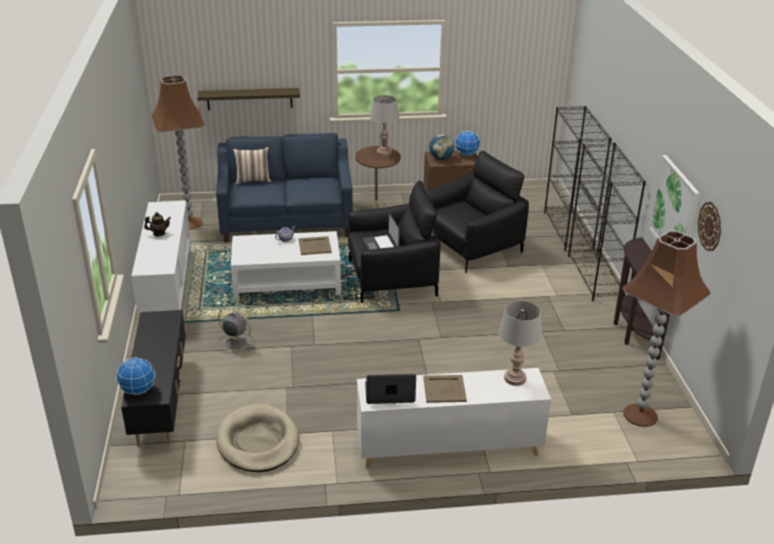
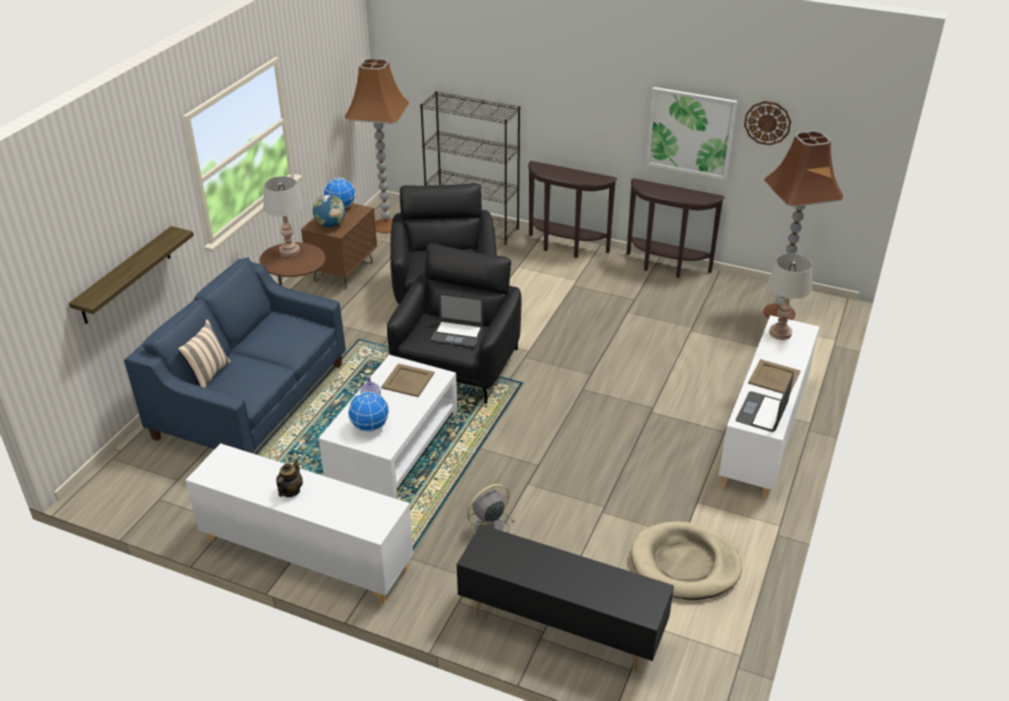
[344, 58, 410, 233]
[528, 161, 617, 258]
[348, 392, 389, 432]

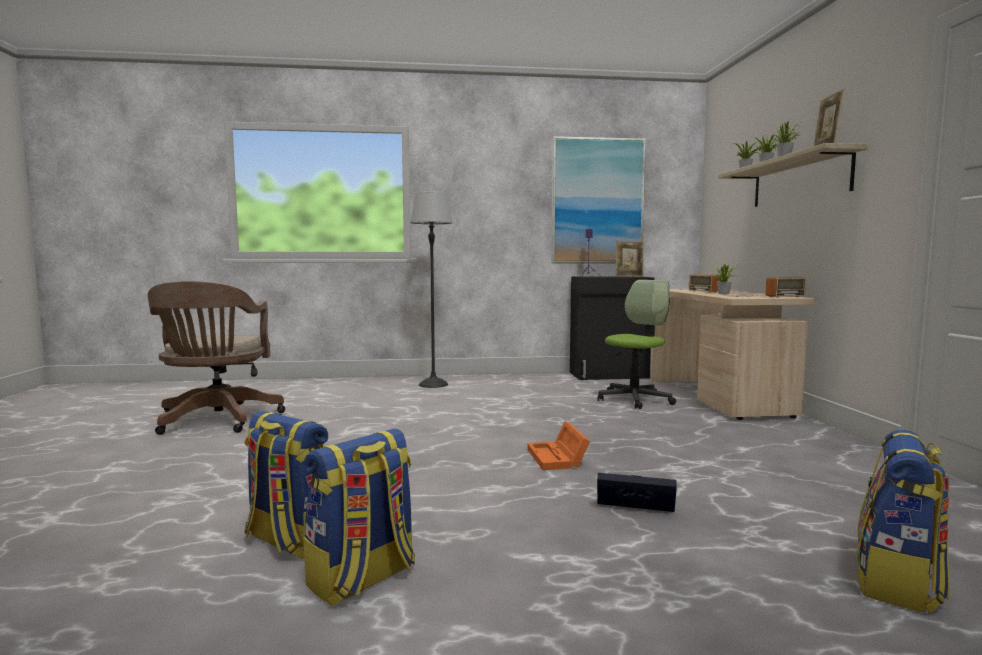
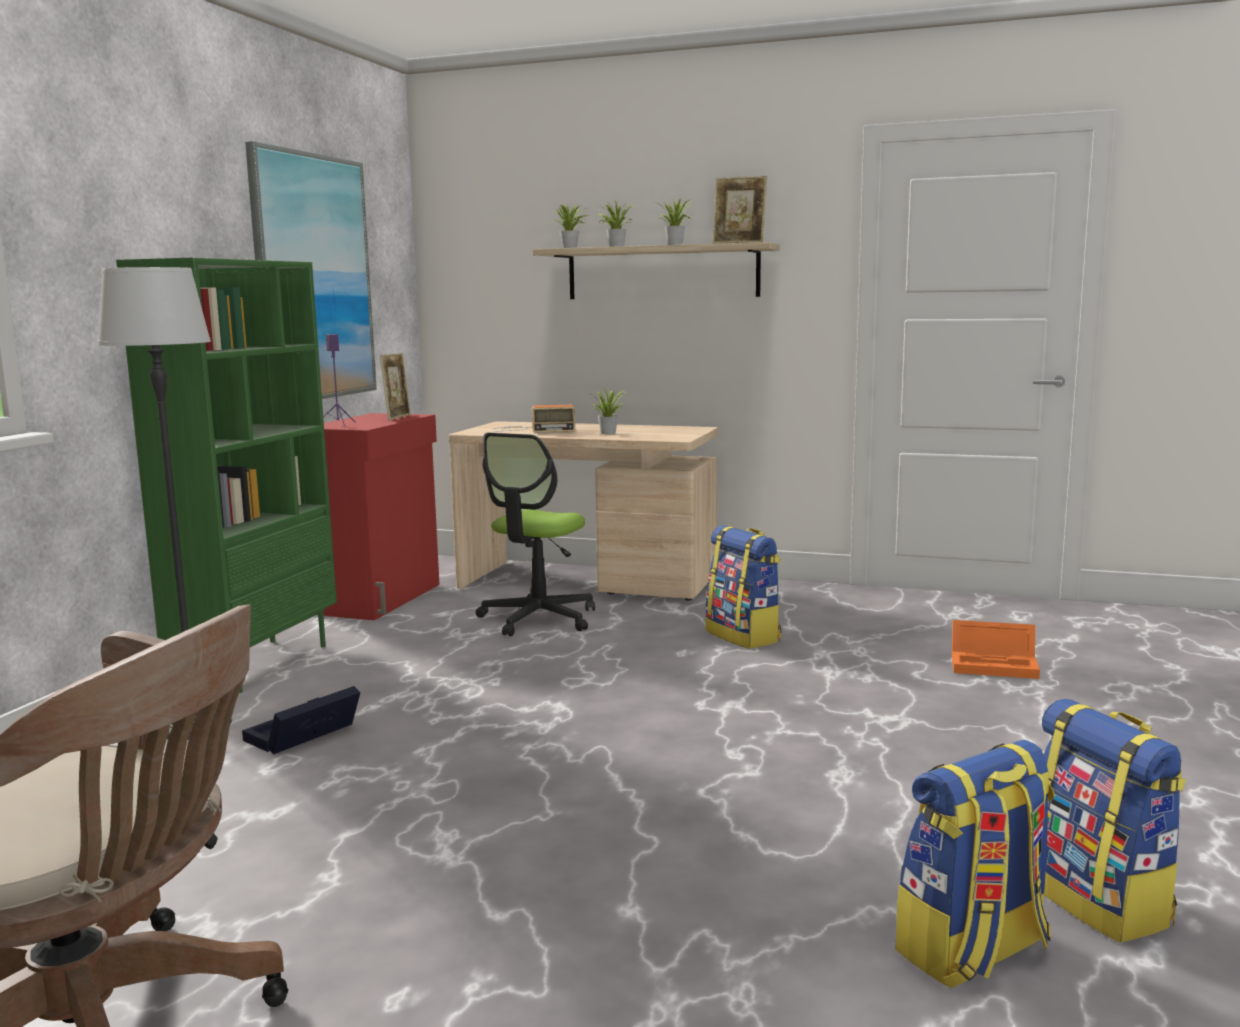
[317, 413, 440, 620]
[728, 277, 806, 298] (first image)
[476, 433, 595, 636]
[952, 620, 1040, 679]
[706, 525, 781, 649]
[242, 686, 361, 754]
[116, 258, 337, 693]

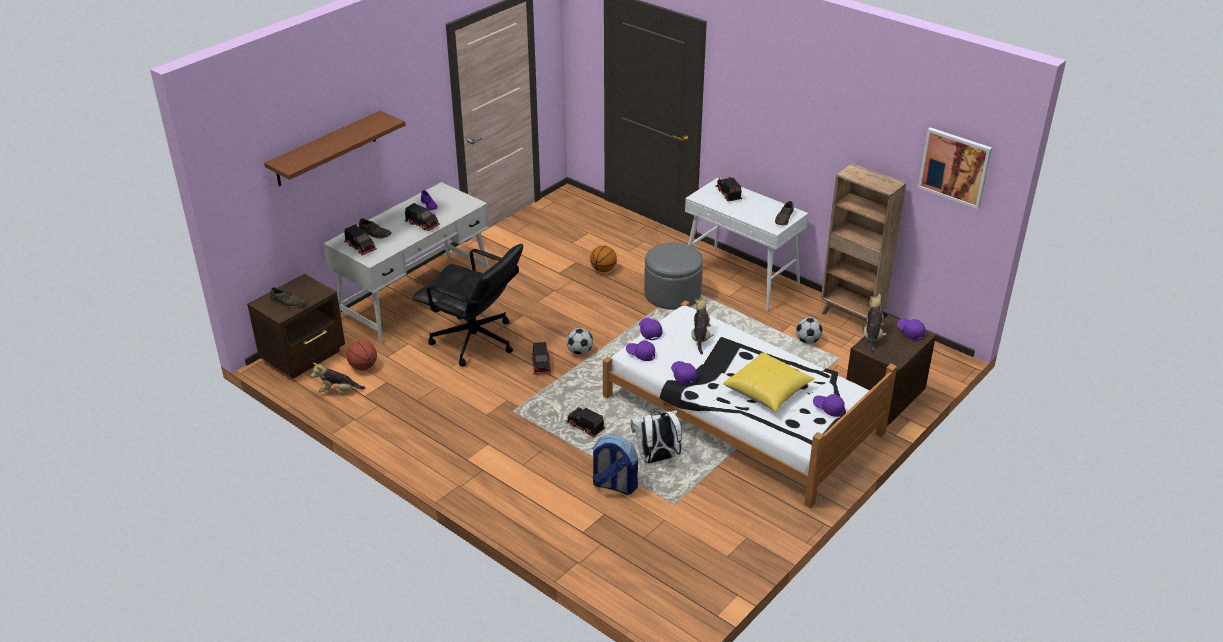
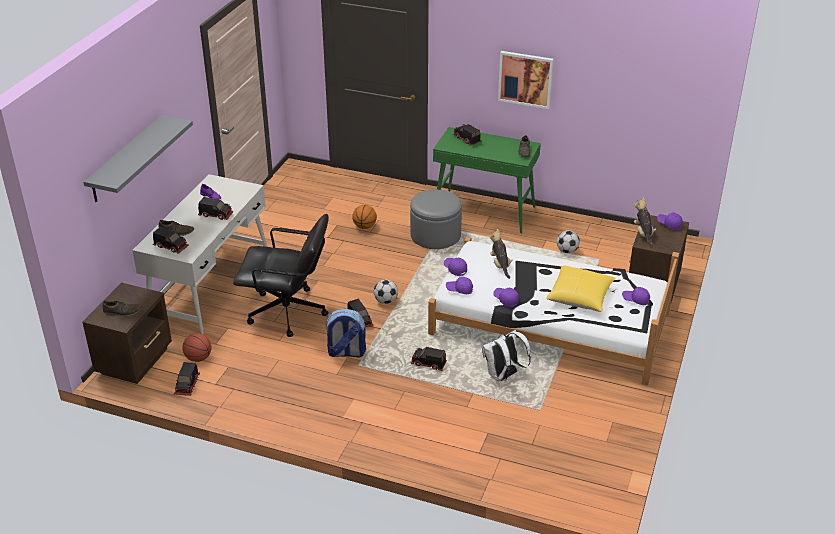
[83, 115, 193, 202]
[498, 51, 554, 109]
[821, 163, 906, 332] (first image)
[433, 127, 541, 233]
[174, 362, 200, 396]
[325, 309, 366, 358]

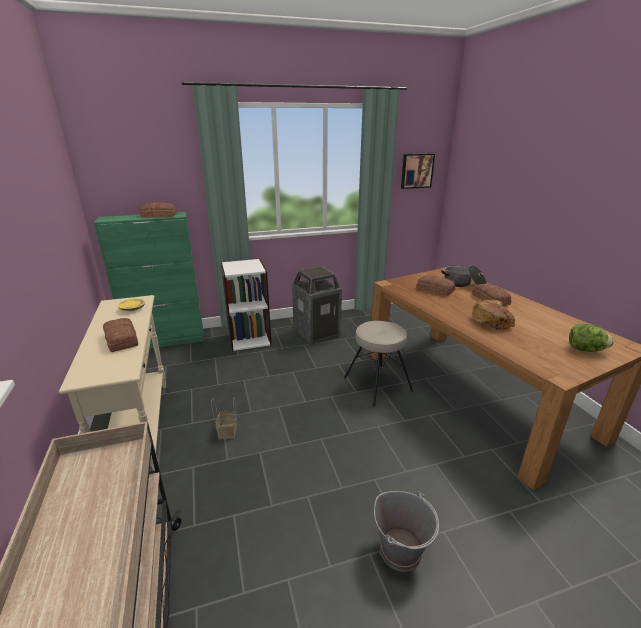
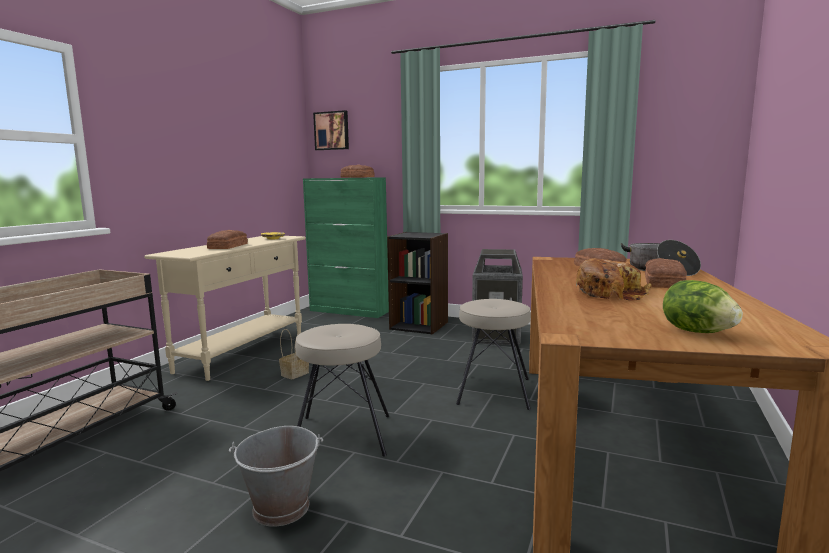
[313, 110, 349, 150]
[387, 232, 448, 334]
[295, 324, 389, 456]

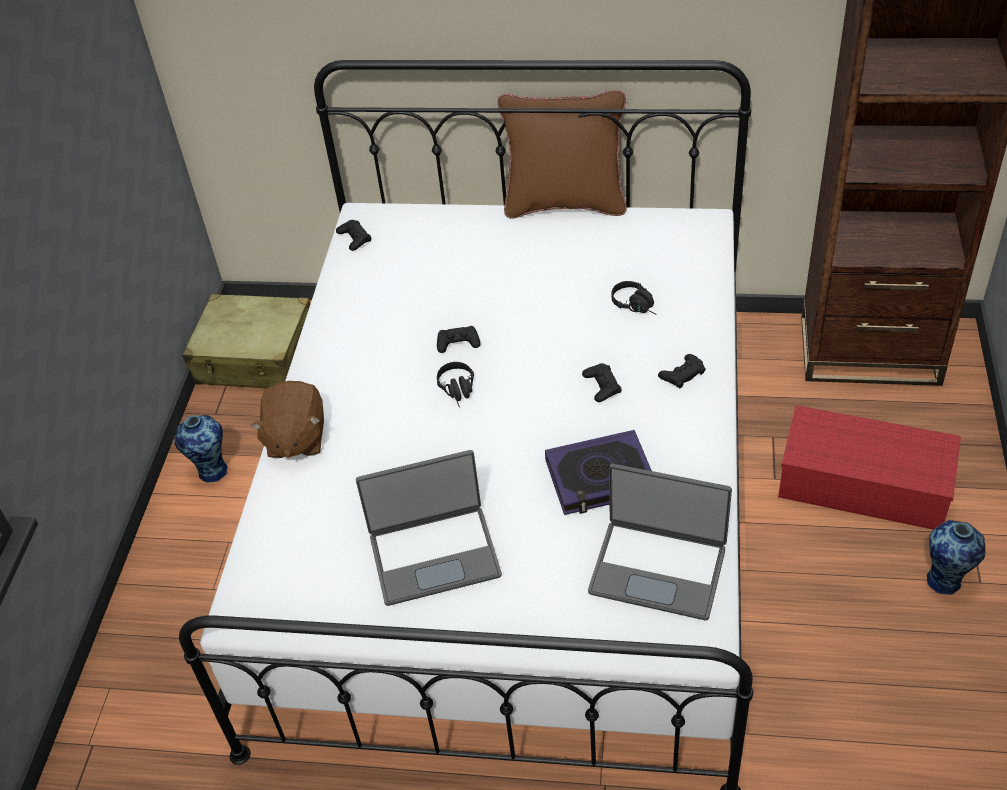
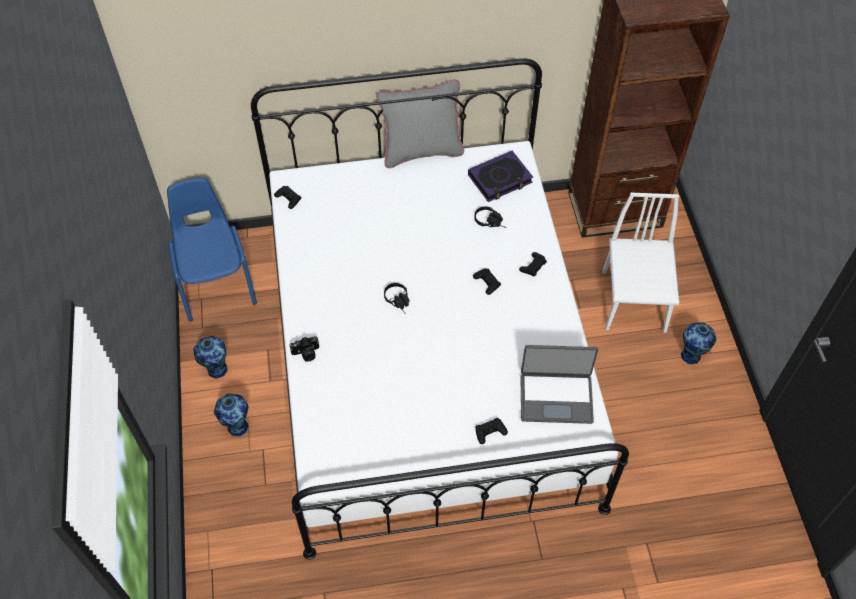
[376, 79, 464, 168]
[167, 178, 257, 321]
[475, 418, 508, 444]
[289, 336, 319, 362]
[603, 193, 680, 333]
[468, 151, 533, 202]
[356, 450, 502, 606] (first image)
[214, 394, 248, 436]

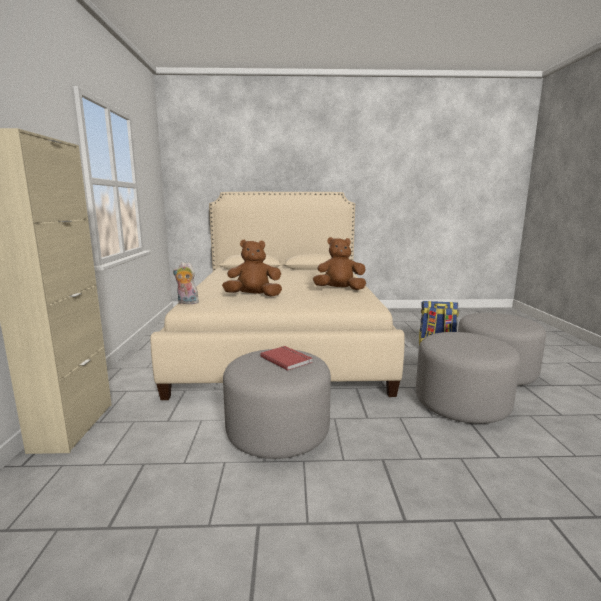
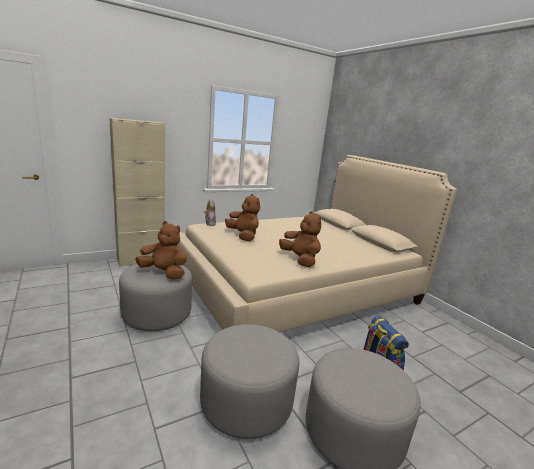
[135, 221, 187, 280]

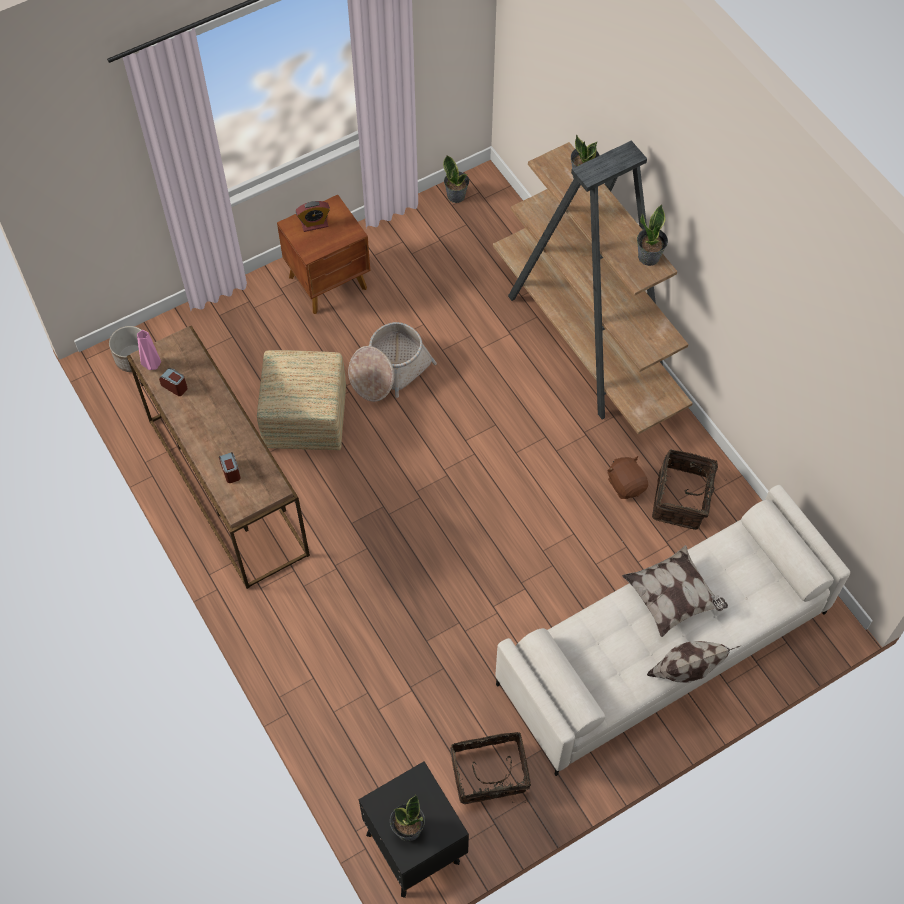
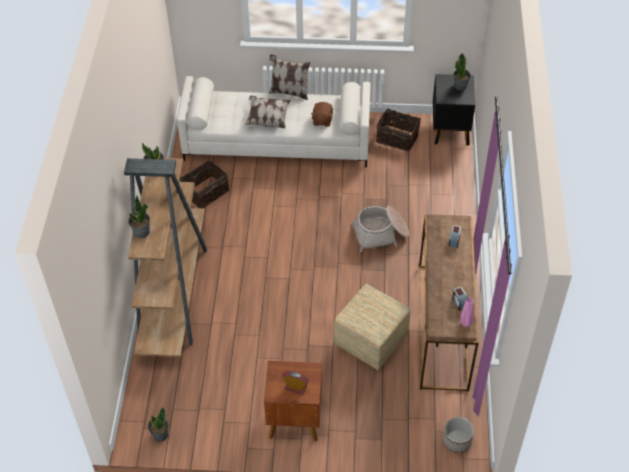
[352, 206, 409, 252]
[311, 102, 333, 127]

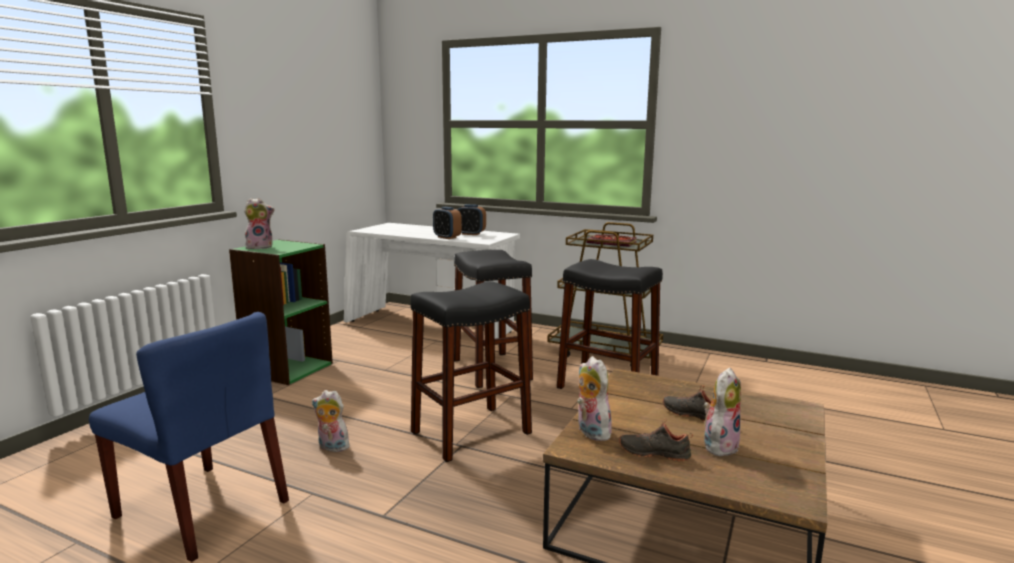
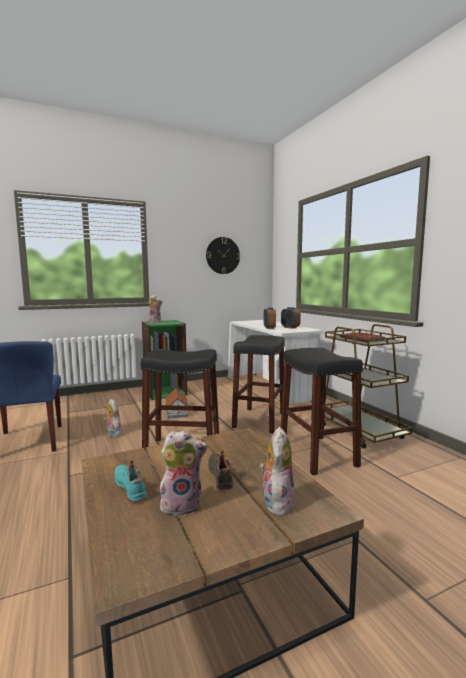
[259, 427, 295, 516]
[115, 459, 147, 502]
[206, 237, 240, 274]
[165, 388, 189, 419]

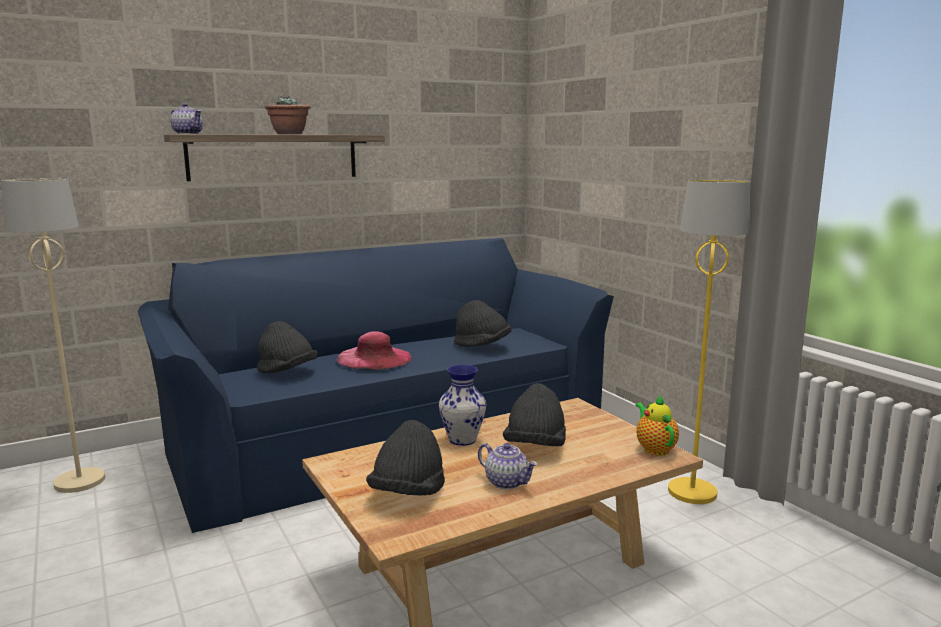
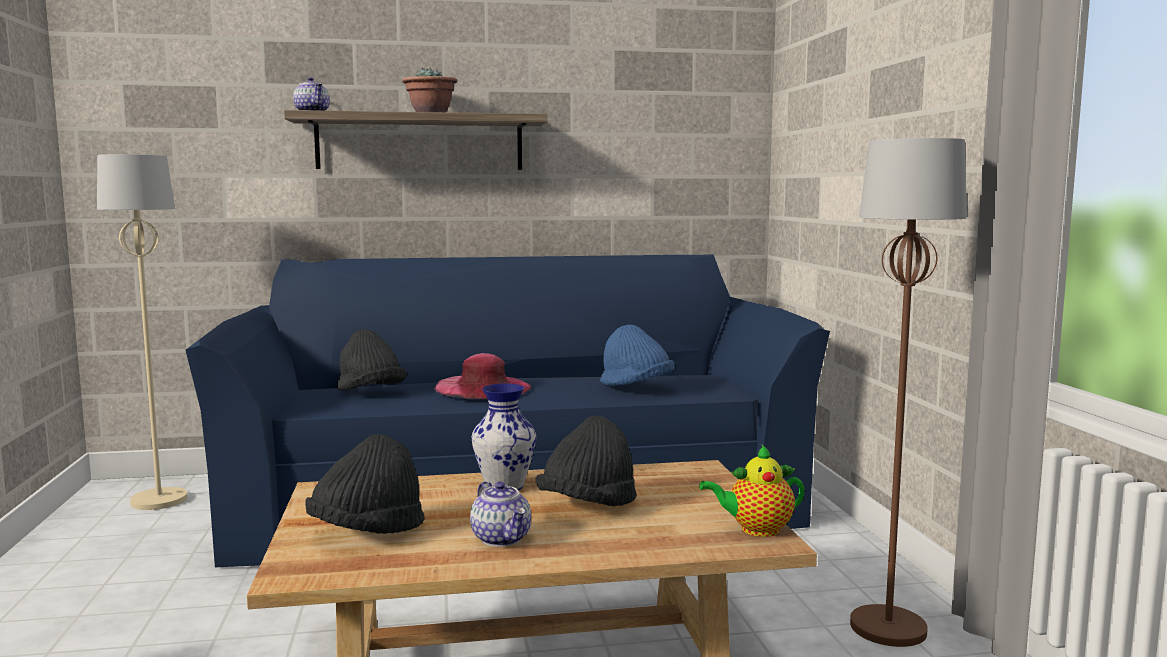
[850, 138, 967, 647]
[600, 325, 675, 386]
[699, 444, 805, 537]

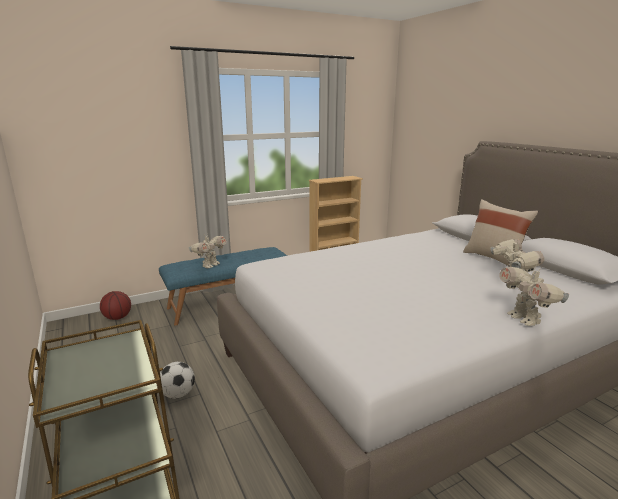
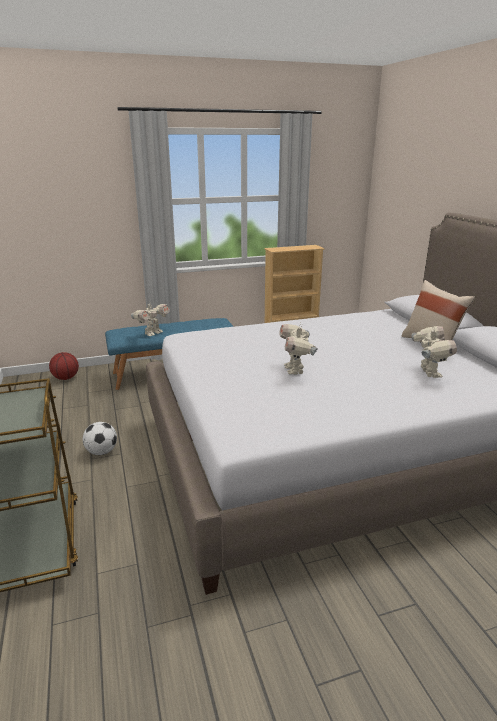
[279, 323, 318, 375]

